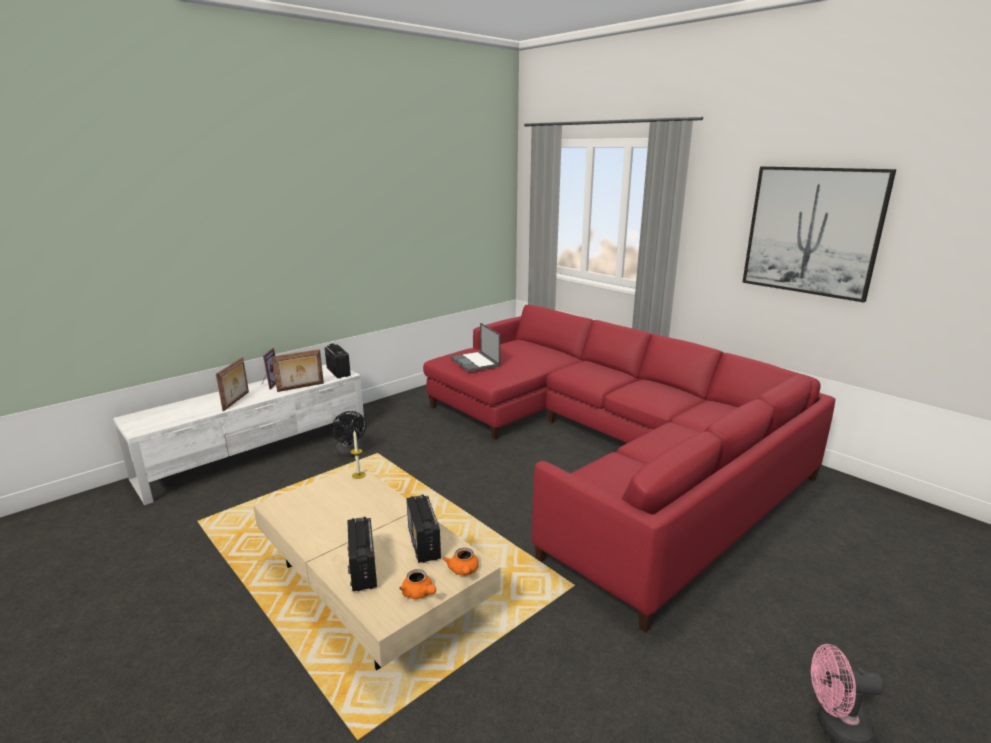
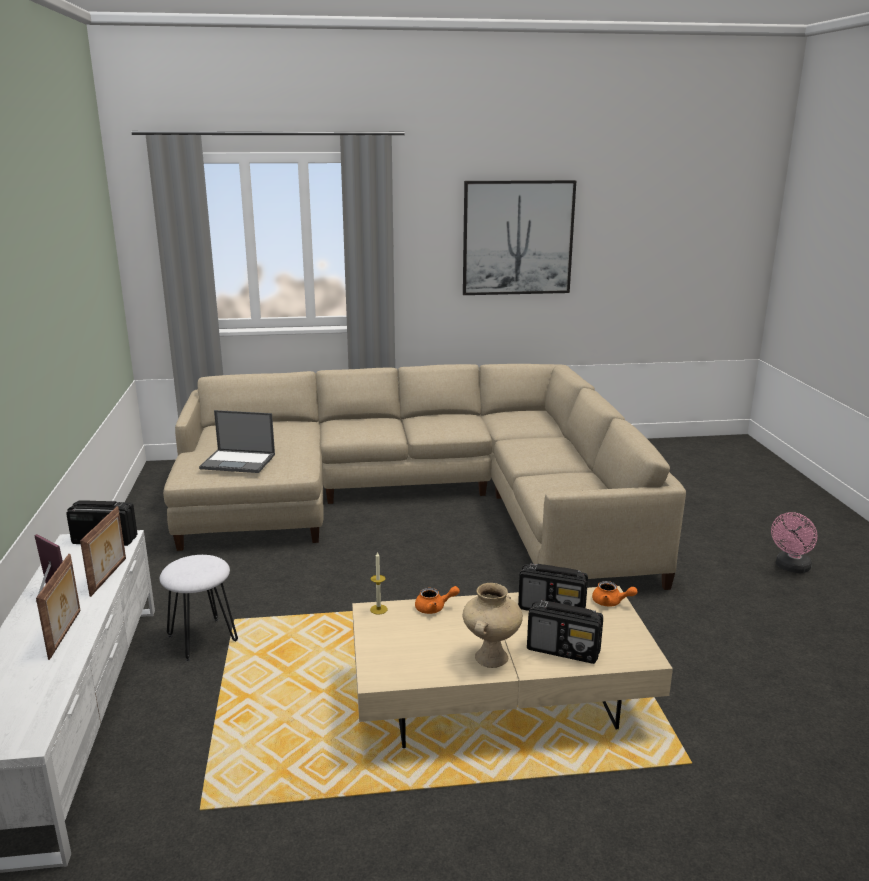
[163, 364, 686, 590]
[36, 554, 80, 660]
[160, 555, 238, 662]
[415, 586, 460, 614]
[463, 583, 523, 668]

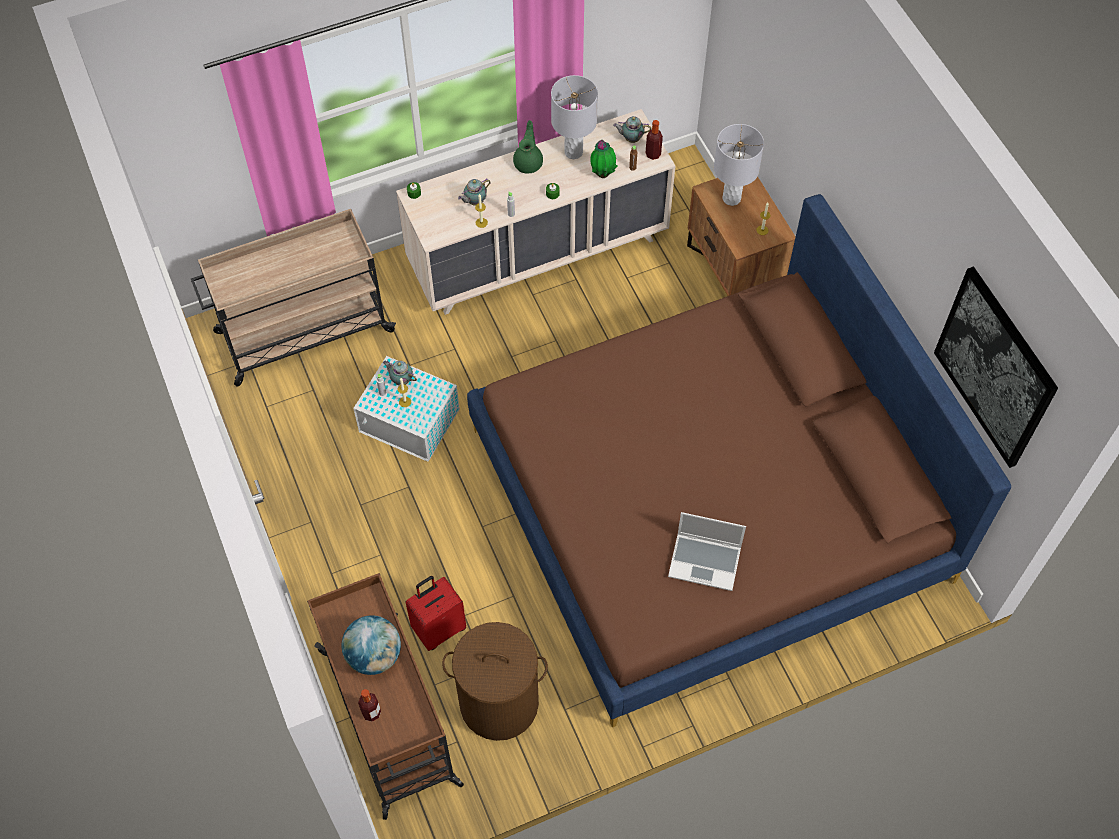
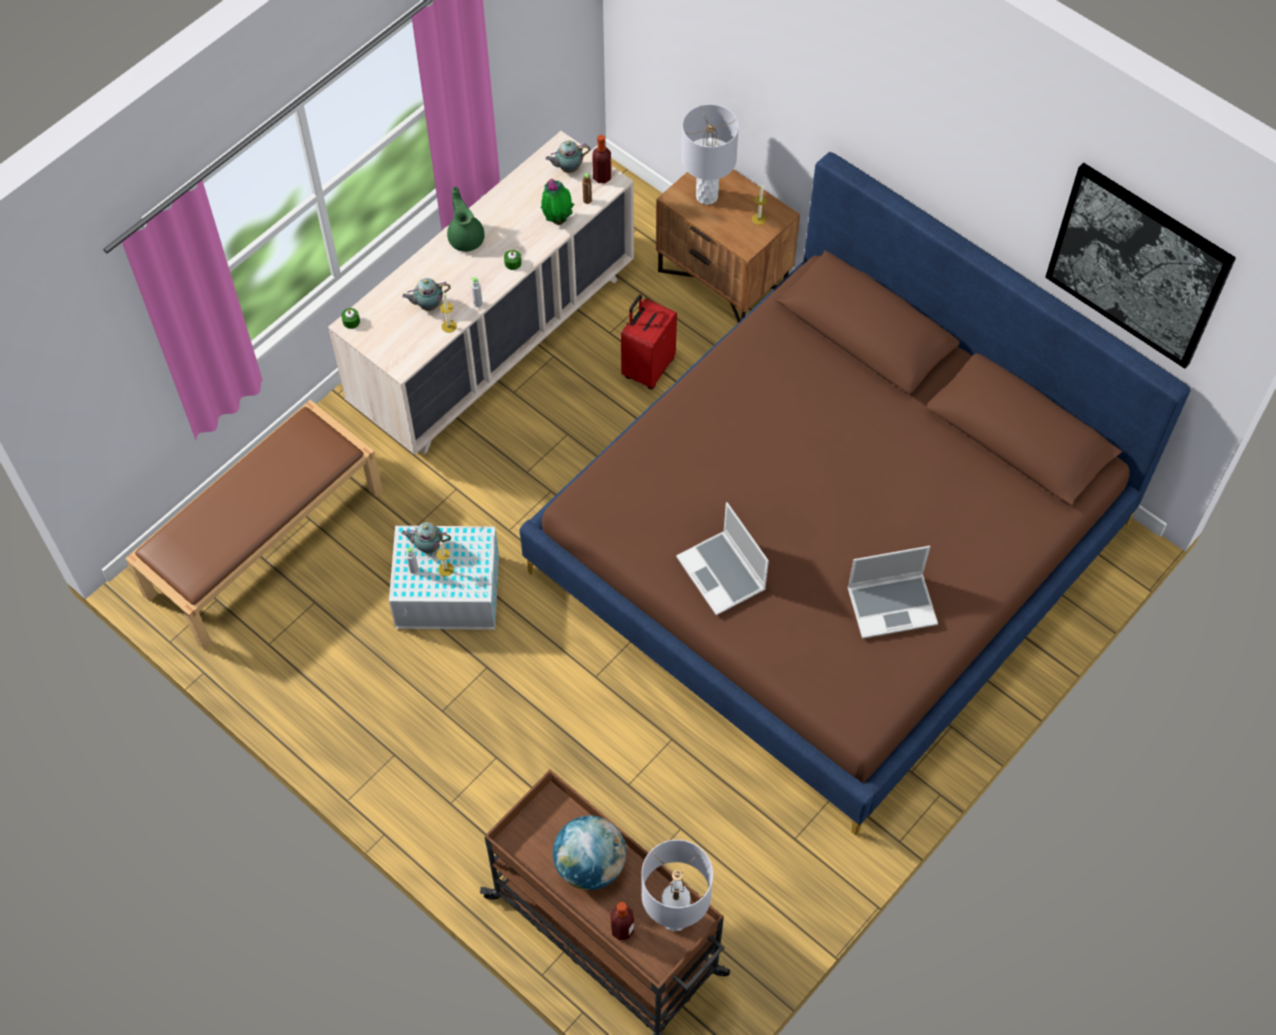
[641, 840, 713, 932]
[402, 278, 451, 311]
[125, 400, 383, 651]
[621, 295, 677, 389]
[442, 622, 548, 741] (first image)
[676, 502, 769, 615]

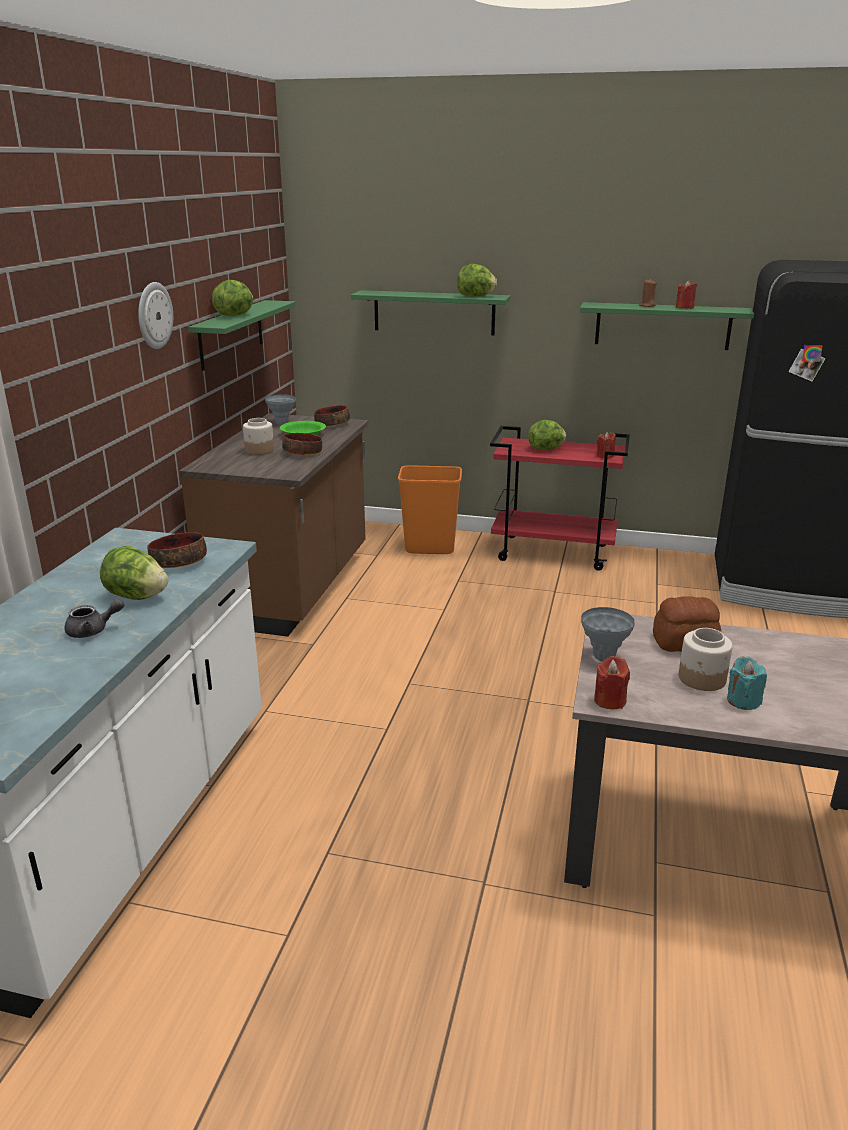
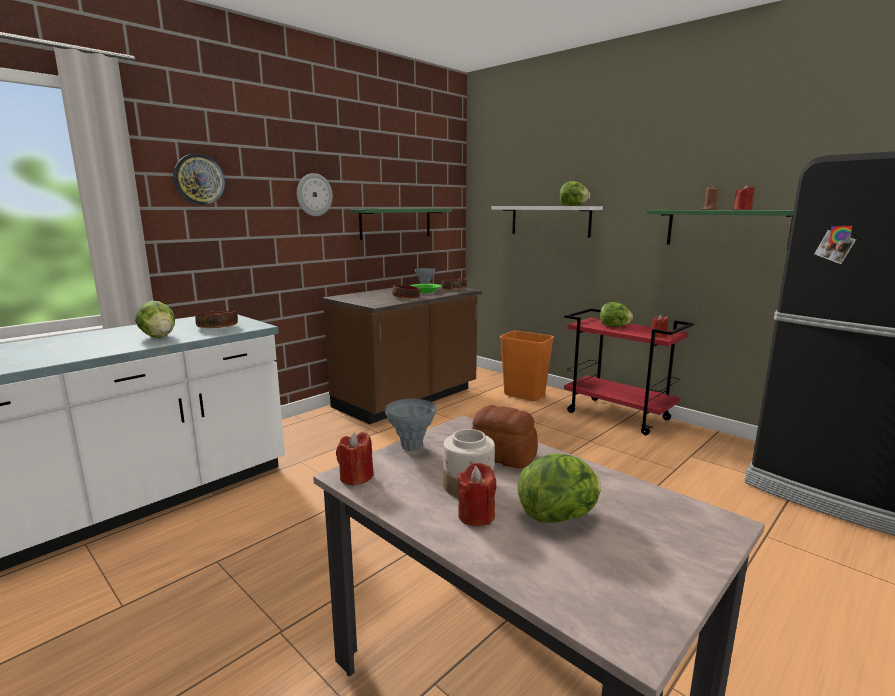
[518, 453, 601, 523]
[492, 206, 603, 238]
[243, 418, 274, 455] (first image)
[65, 599, 124, 638] (first image)
[458, 463, 496, 526]
[173, 154, 225, 205]

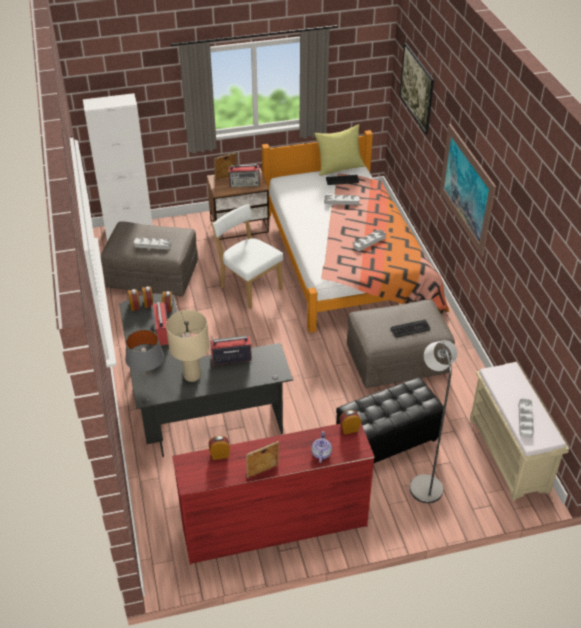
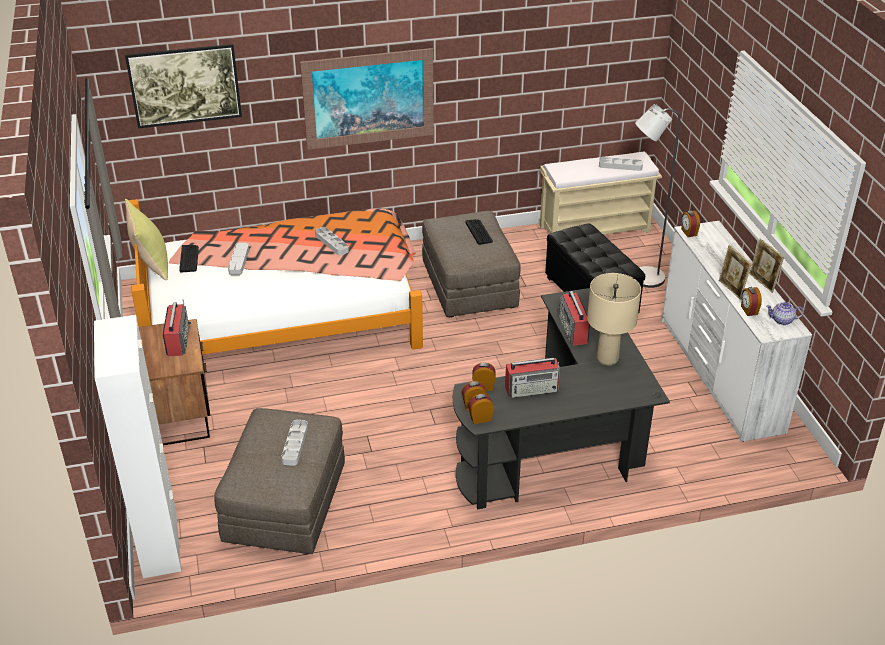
[719, 245, 752, 300]
[212, 204, 284, 309] (first image)
[125, 330, 164, 375] (first image)
[661, 221, 812, 442]
[766, 302, 804, 325]

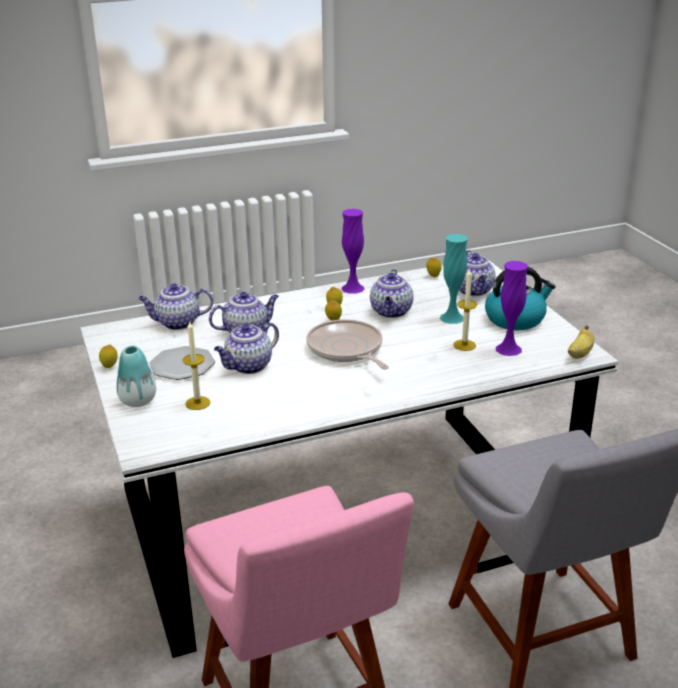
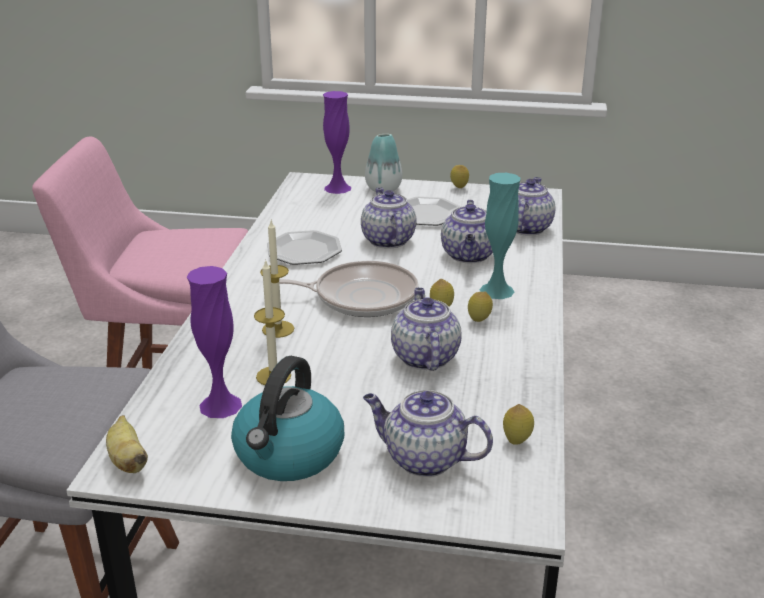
[323, 91, 351, 194]
[479, 173, 520, 299]
[391, 288, 462, 371]
[260, 221, 294, 338]
[267, 230, 342, 265]

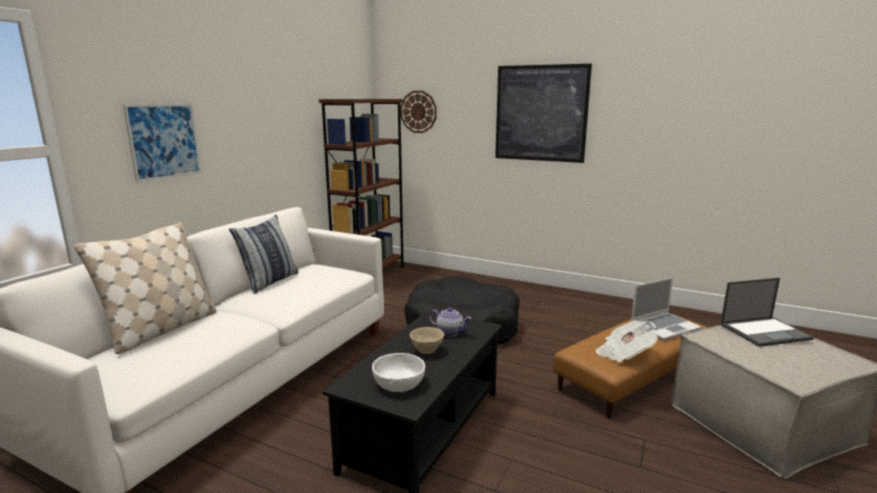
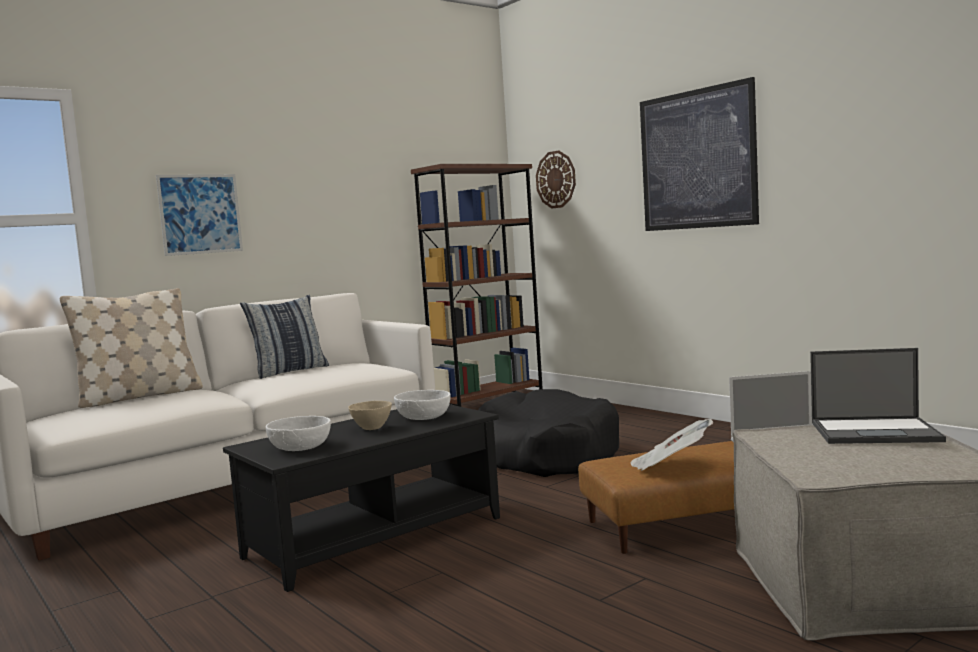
[394, 390, 451, 420]

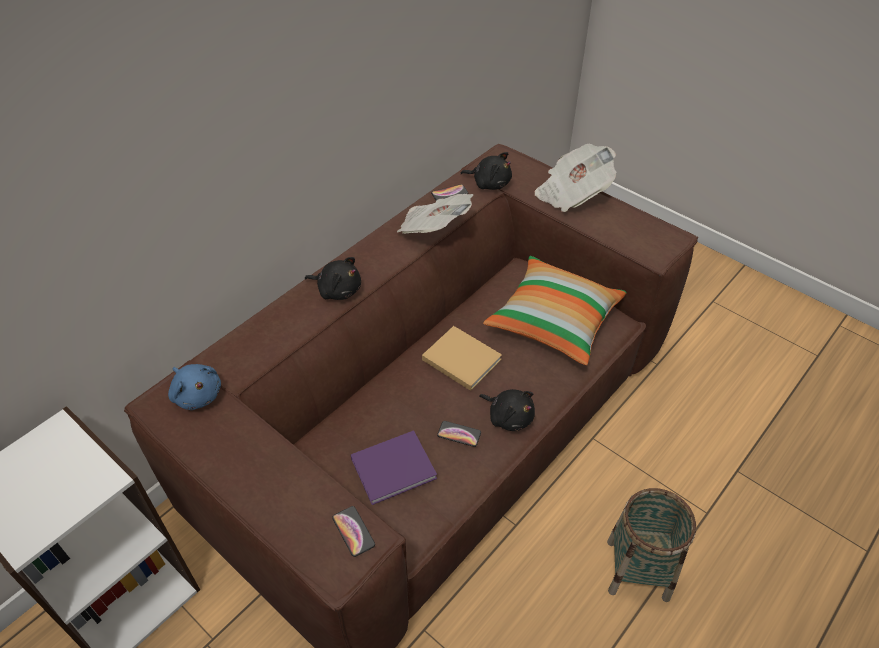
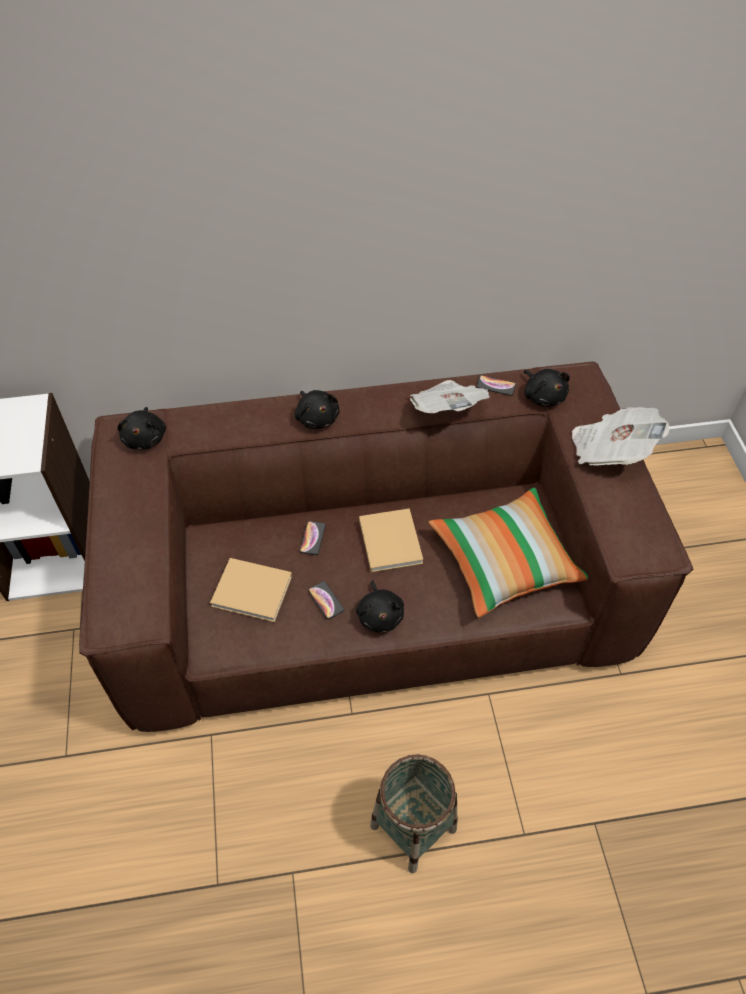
[118, 407, 166, 450]
[210, 558, 292, 622]
[299, 521, 326, 555]

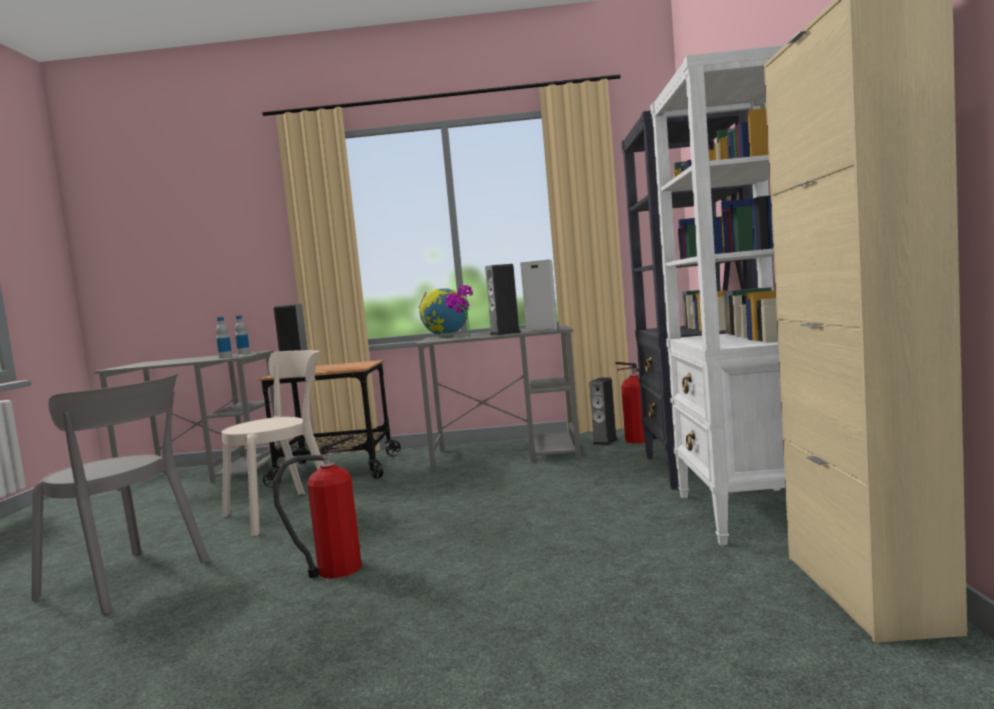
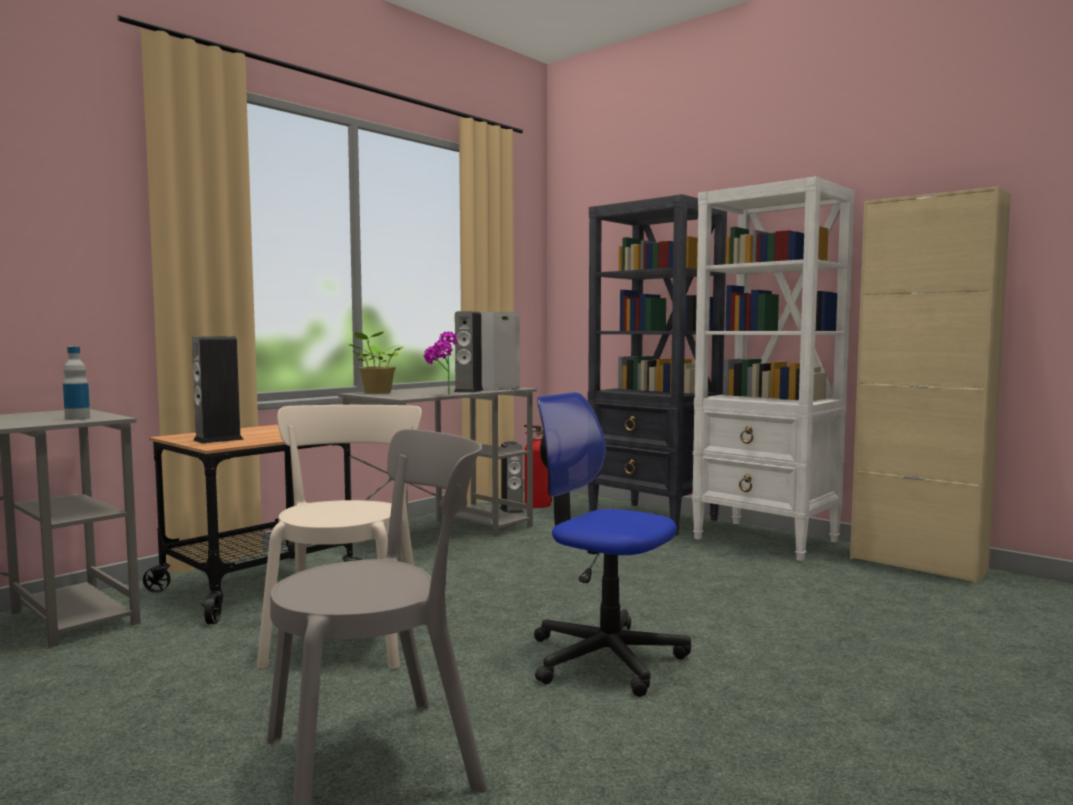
[348, 332, 404, 394]
[235, 315, 250, 354] (first image)
[534, 392, 691, 697]

